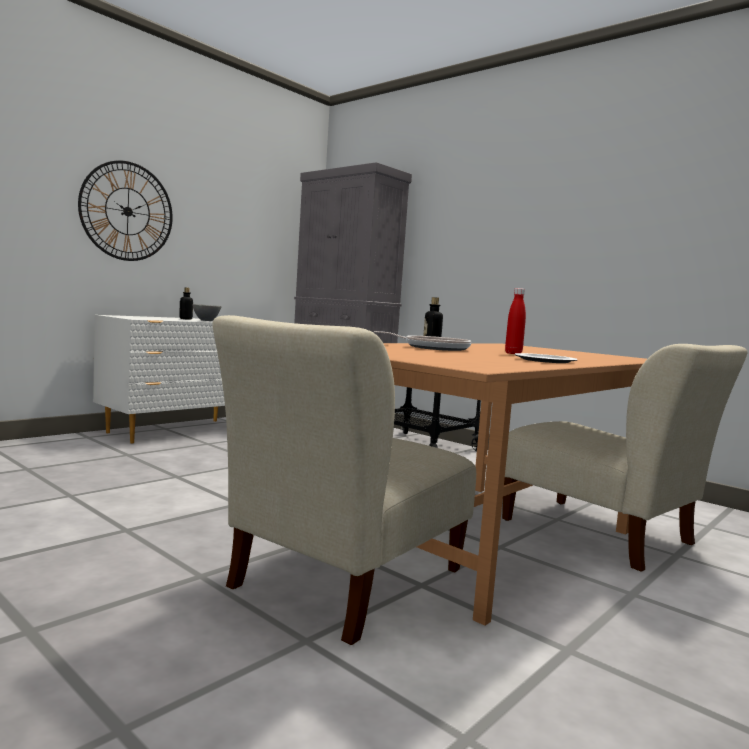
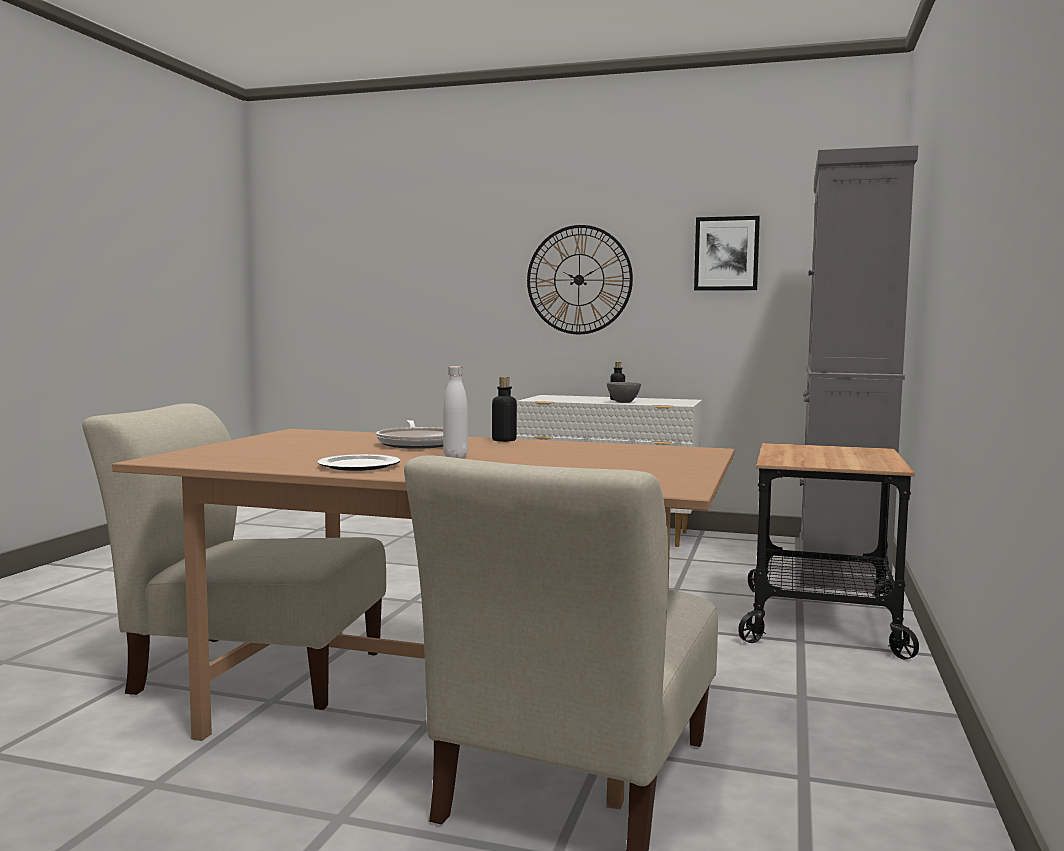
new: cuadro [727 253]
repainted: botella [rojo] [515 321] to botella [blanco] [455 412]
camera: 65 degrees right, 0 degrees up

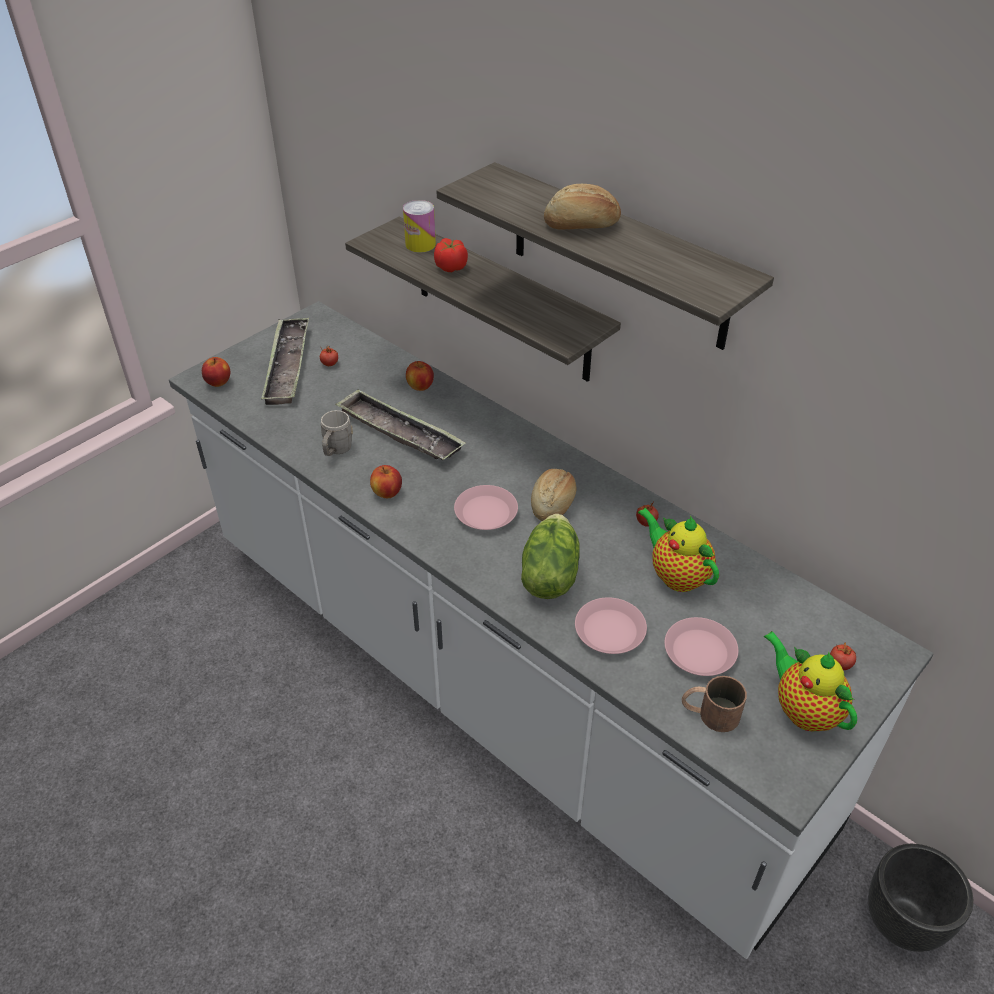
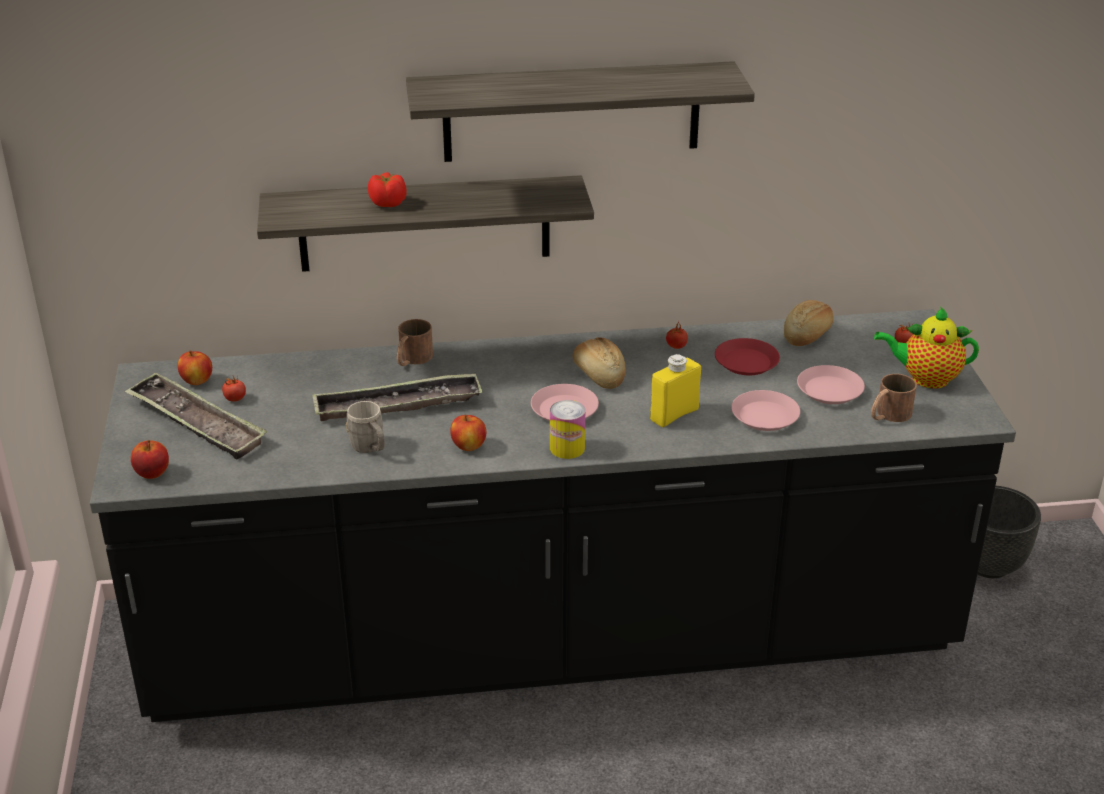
new: taza grande [marrón] [415 342]
shifted: manzana [420 376] to [195 367]; lata [419 226] to [567 429]; pan [582 207] to [809 323]
swapped: lechuga [550 556] to botella [amarillo] [675 390]; tetera [678 550] to plato [rojo] [747 356]
repainted: mueble bajo de cocina [blanco] [551 630] to mueble bajo de cocina [negro] [553 515]
camera: 50 degrees left, 10 degrees down

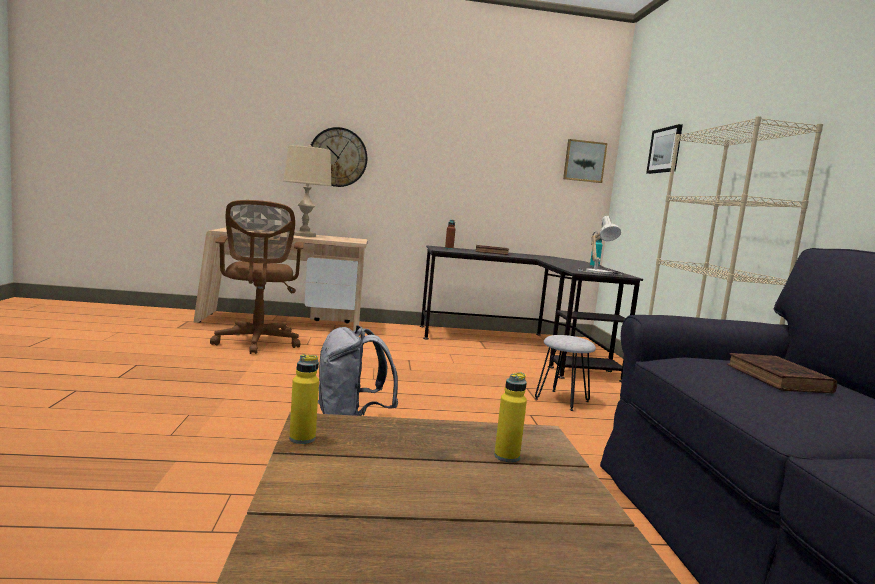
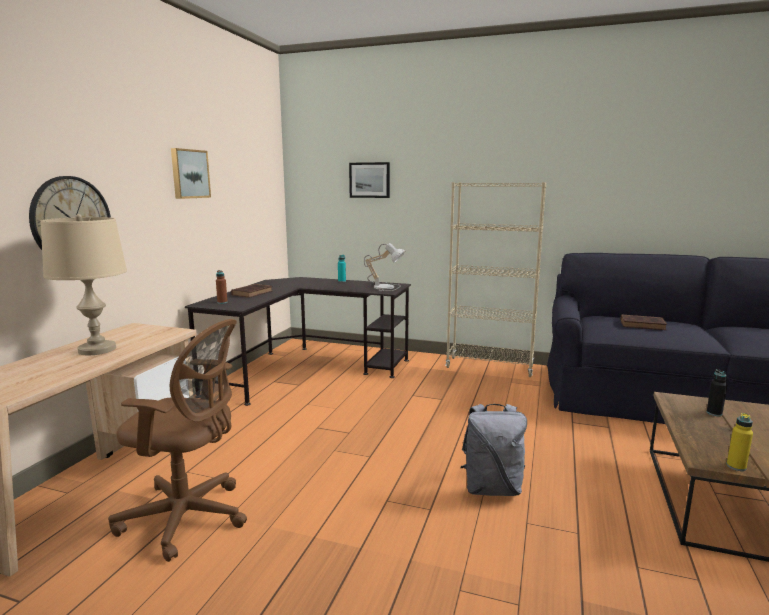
gone: taburete [gris] [565 373]
shifted: cuadro [585 161] to [191 173]
repainted: botella [amarillo] [510 417] to botella [negro] [717 392]
camera: 65 degrees left, 5 degrees up

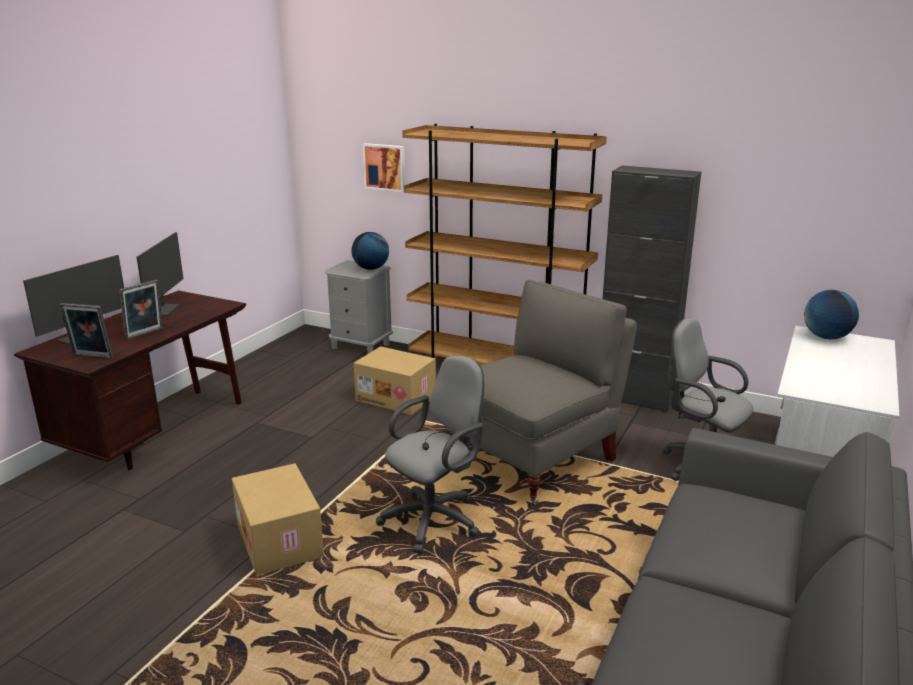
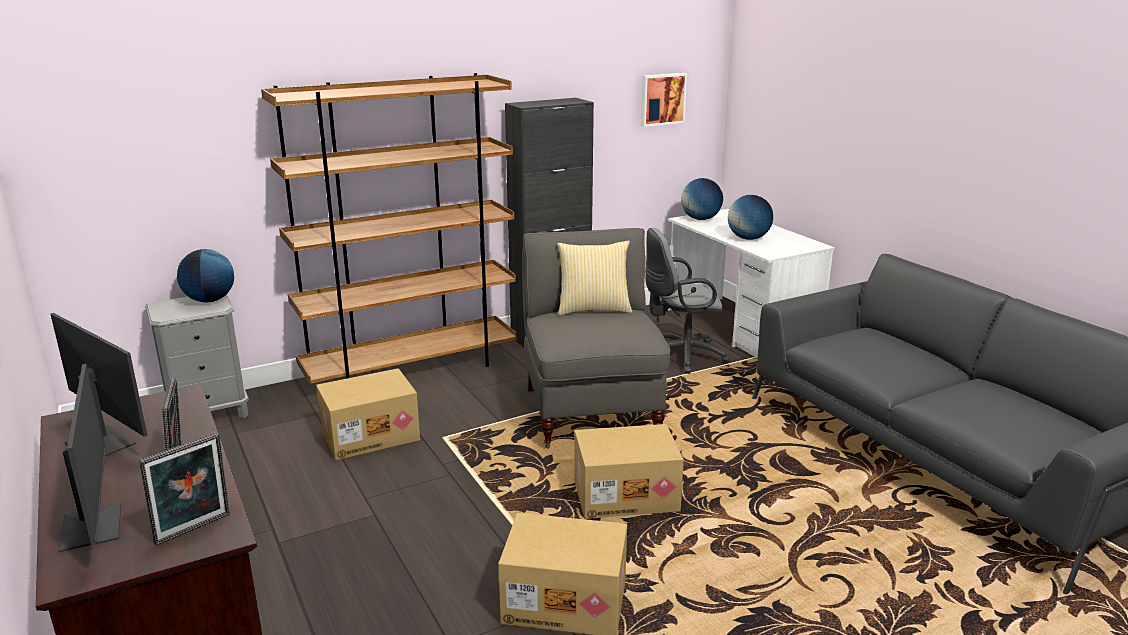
new: cojín [594 277]; globo terráqueo [750 217]
shifted: cuadro [384 167] to [664 100]
swapped: silla de oficina [gris] [430 455] to caja de cartón [629 471]
camera: 55 degrees left, 0 degrees up

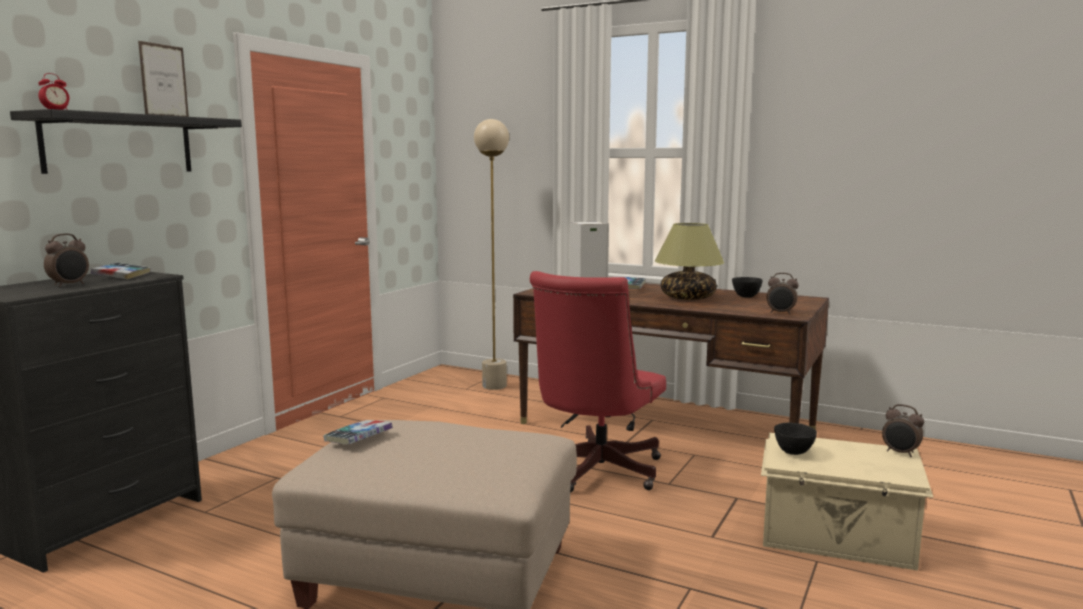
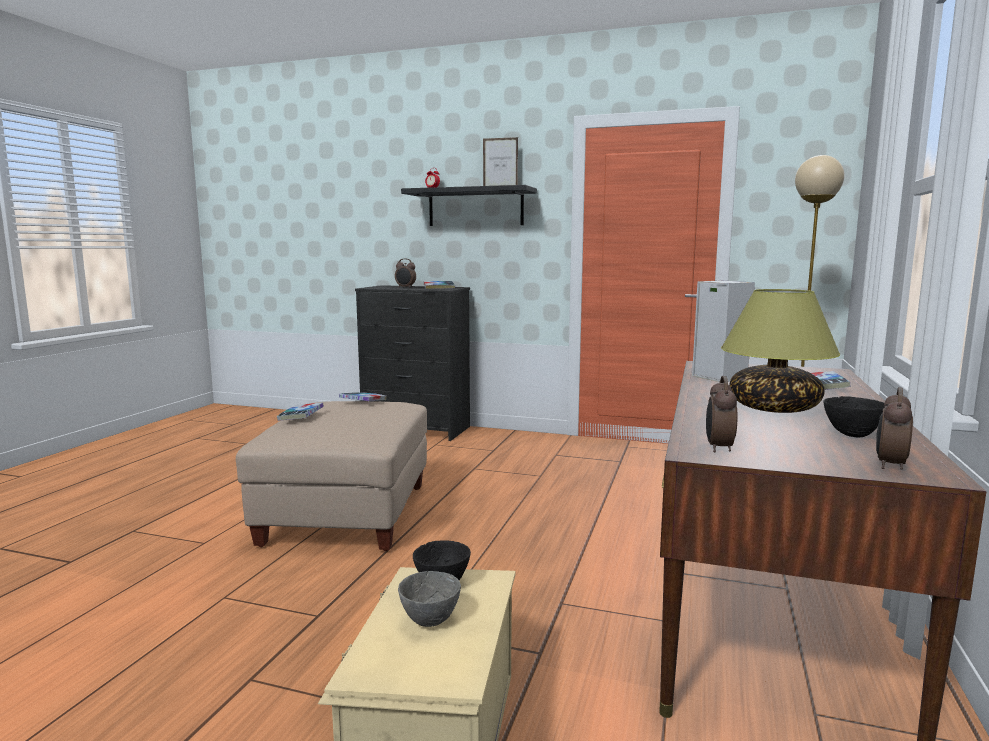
gone: silla de oficina [rojo] [598 382]
new: libro [300 412]; cuenco [gris] [429 599]
shifted: despertador [903 430] to [894 428]
camera: 80 degrees right, 0 degrees up

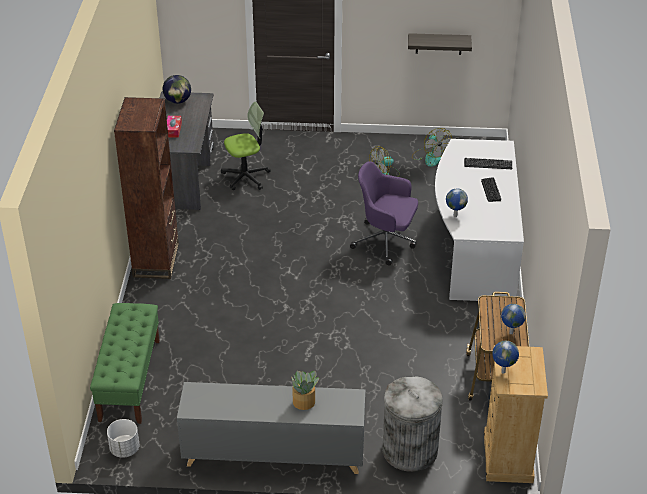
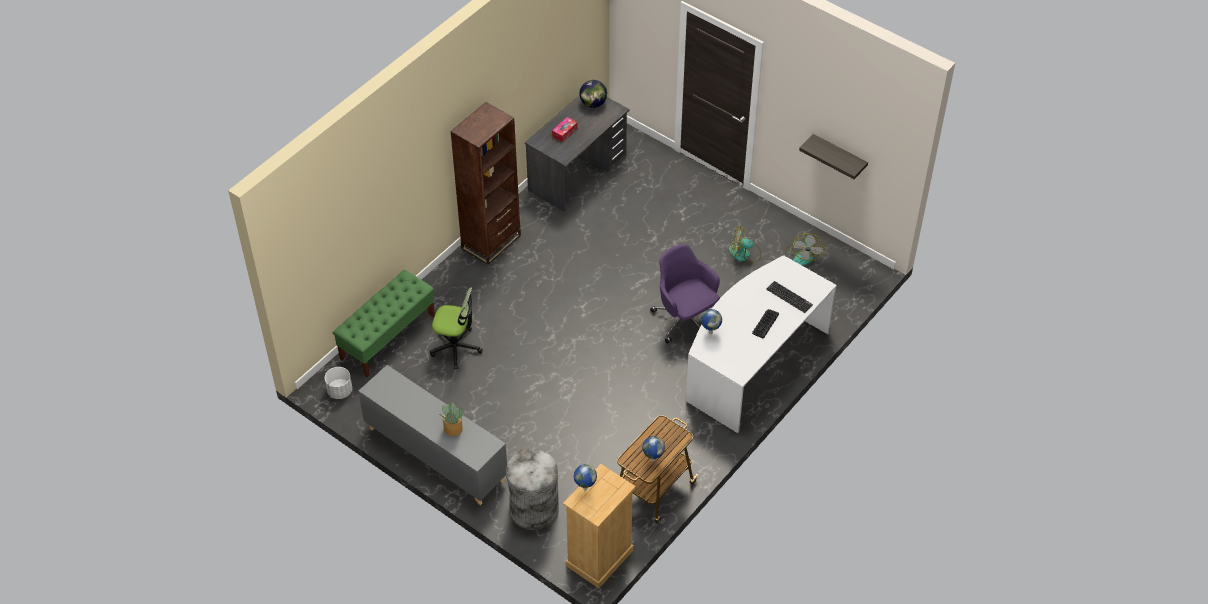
shifted: silla de oficina [245 145] to [456 328]
camera: 35 degrees right, 10 degrees up

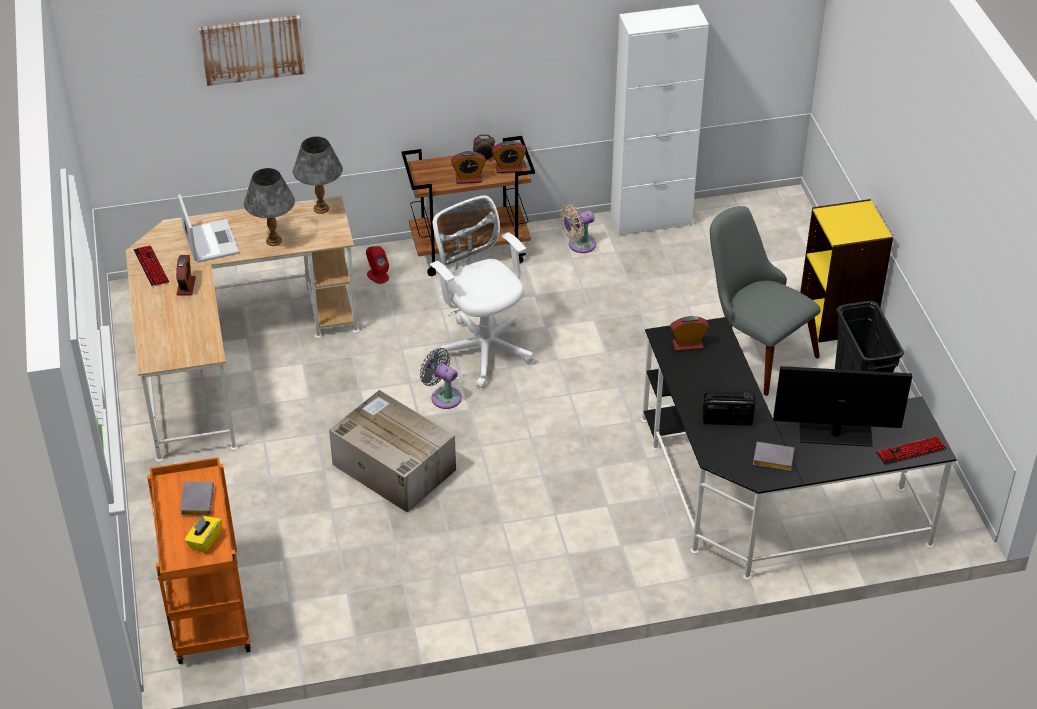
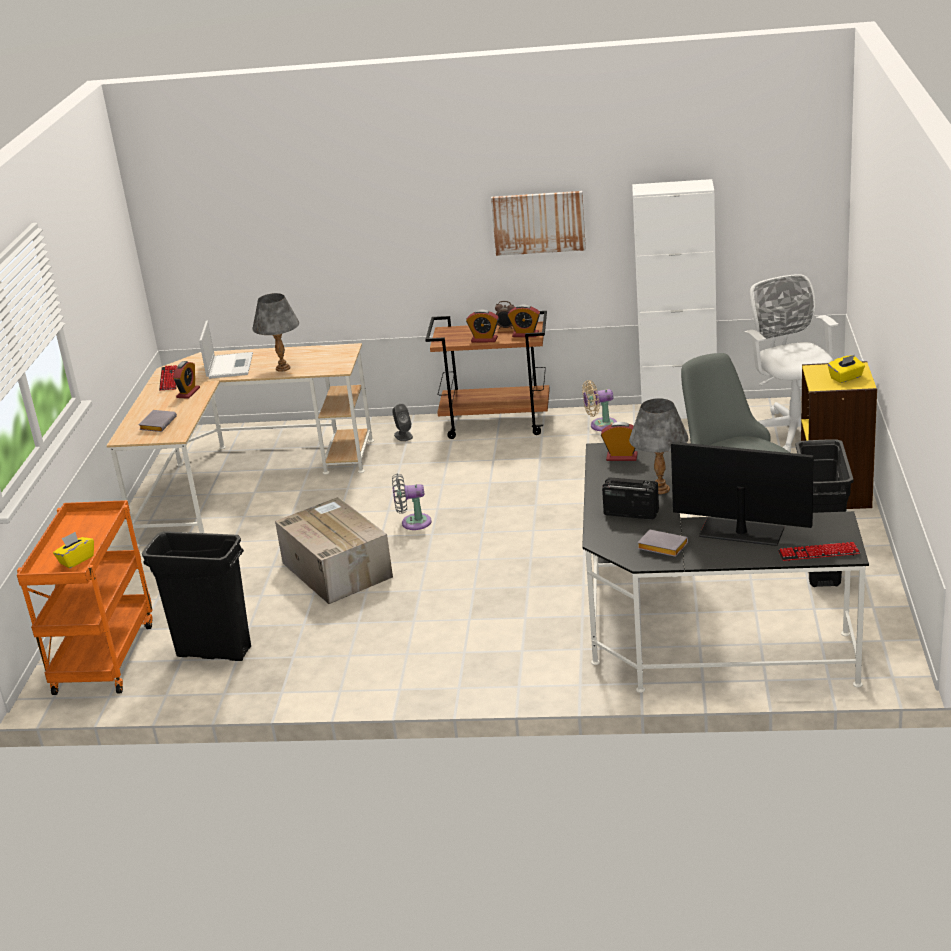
new: papelera [negro] [196 596]; caja de pañuelos [amarillo] [846 369]
shifted: libro [gris] [197 498] to [158 421]; cuadro [252 50] to [538 223]; lámpara de mesa [gris] [318 175] to [658 446]; silla de oficina [blanco] [481 291] to [791 363]
repainted: altavoz [rojo] [377 265] to altavoz [gris] [402 422]
rotated: ventilador [gris] [441 378] = [412 501] 60 degrees counterclockwise
camera: 20 degrees right, 15 degrees down

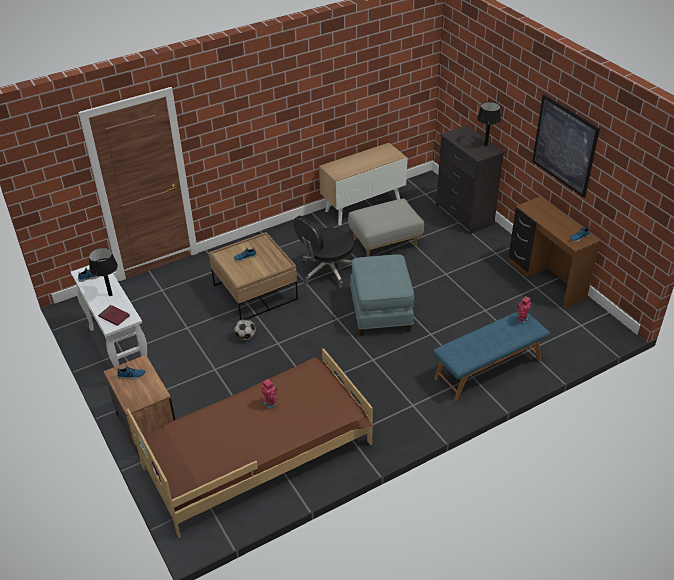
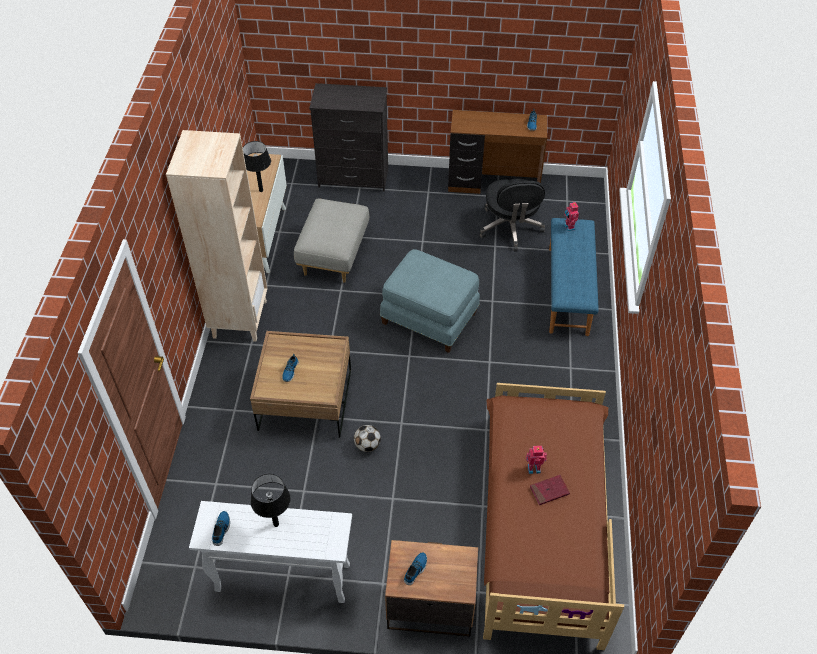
gone: cuadro [566 146]
new: estantería [beis] [217 236]
shifted: lámpara de mesa [negro] [489 124] to [257 166]; silla de oficina [negro] [324 252] to [512 215]; libro [rojo] [114 315] to [550 490]
camera: 55 degrees left, 10 degrees up

